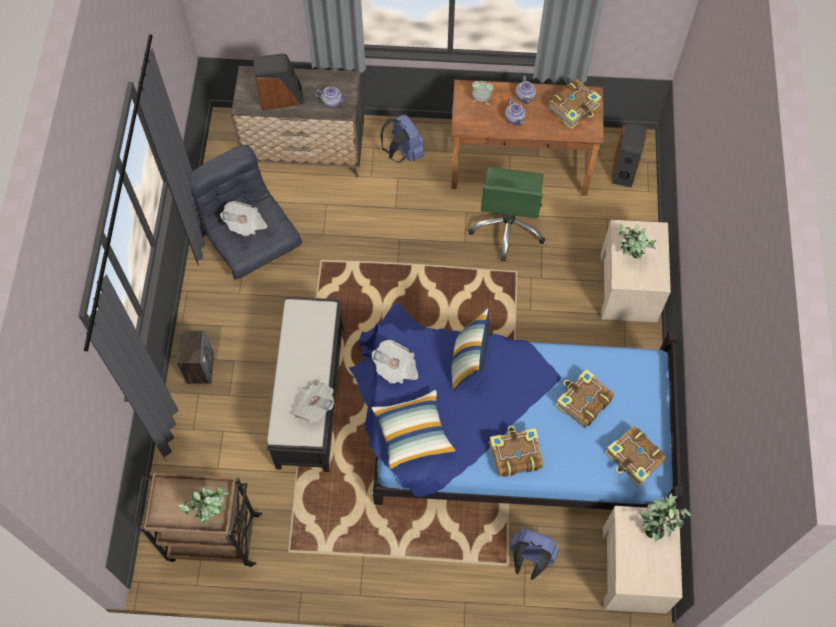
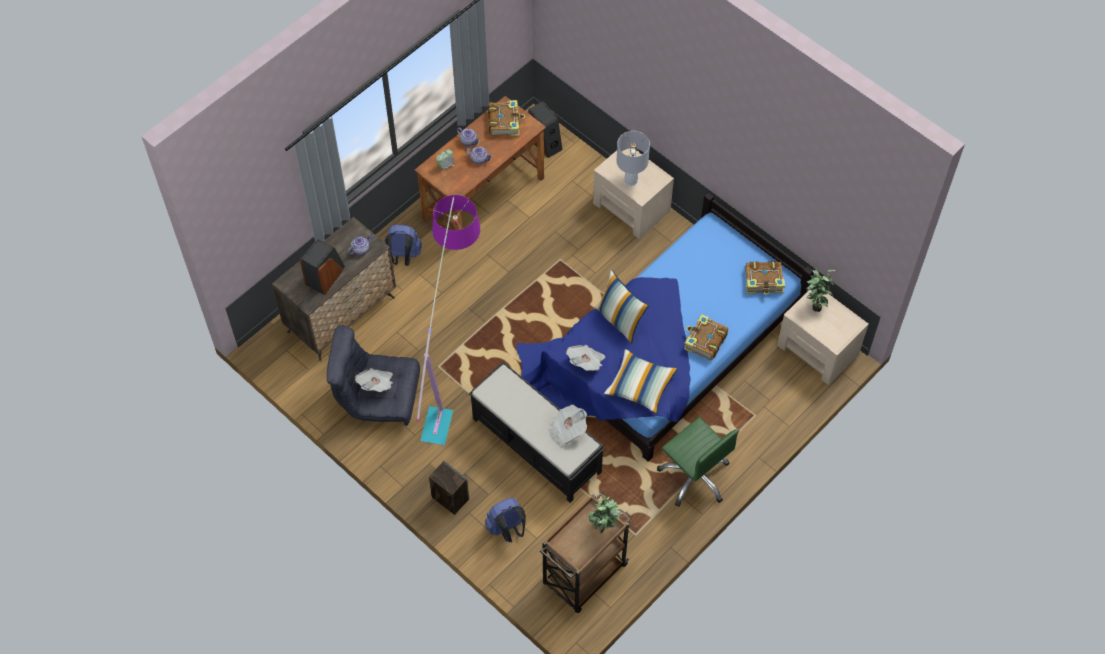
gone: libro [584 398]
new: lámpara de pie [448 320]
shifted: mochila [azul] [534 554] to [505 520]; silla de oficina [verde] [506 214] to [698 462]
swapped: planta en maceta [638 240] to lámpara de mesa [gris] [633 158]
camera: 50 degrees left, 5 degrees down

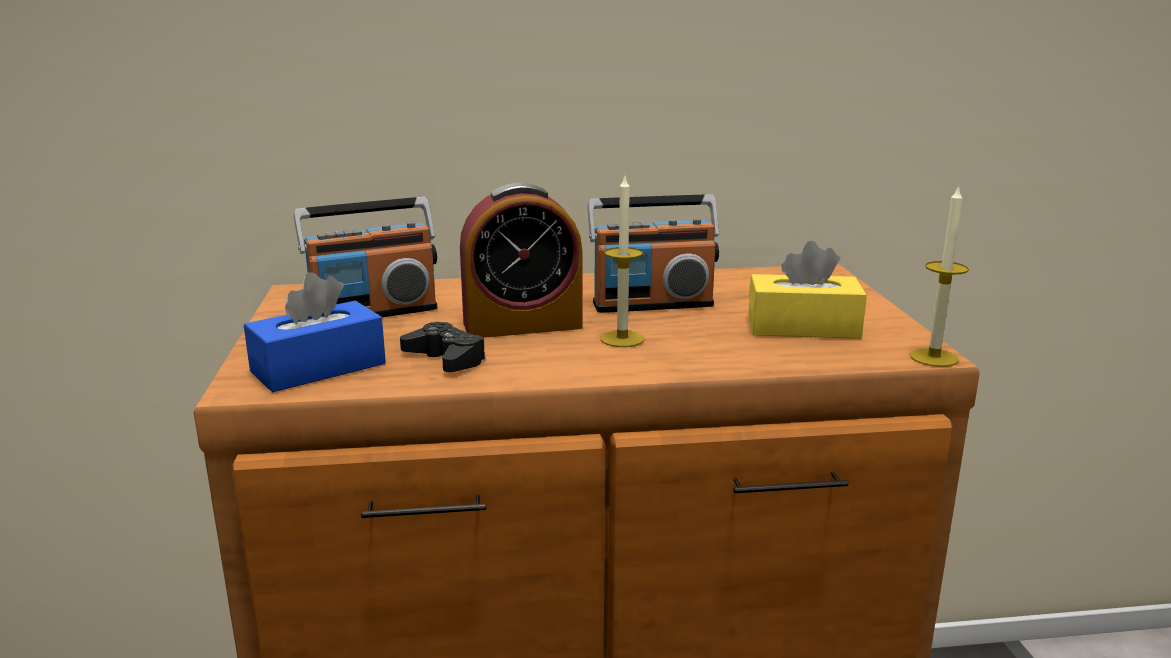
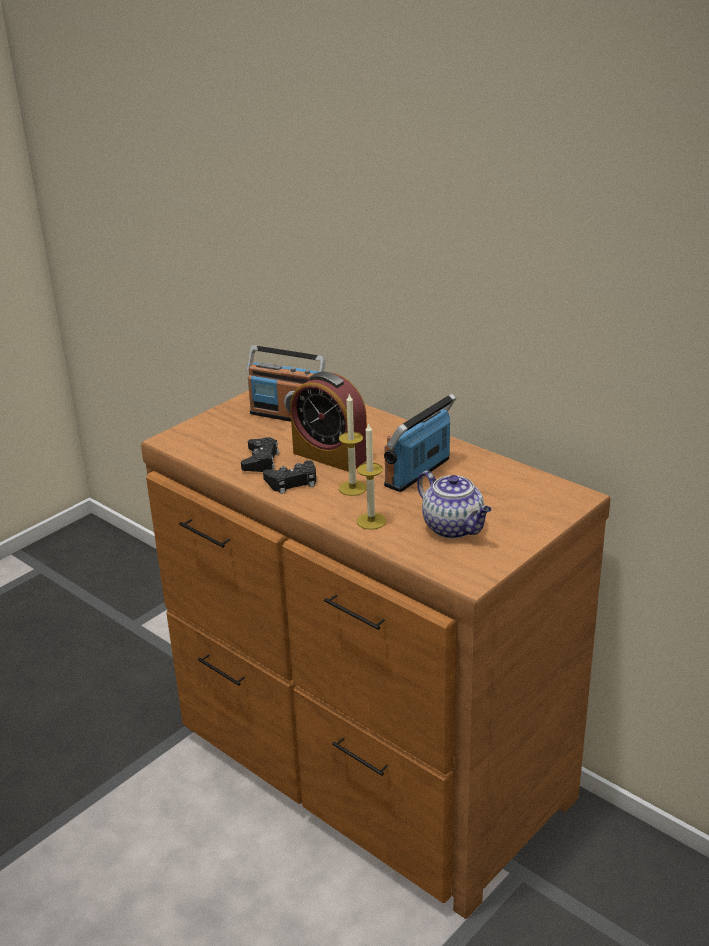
gone: caja de pañuelos [azul] [315 332]
new: mando de consola [negro] [289 477]
shifted: vela [939 276] to [371 477]
swapped: caja de pañuelos [amarillo] [807 290] to tetera [454 505]
rotated: radio [653 254] = [420 443] 90 degrees clockwise
camera: 50 degrees right, 10 degrees up

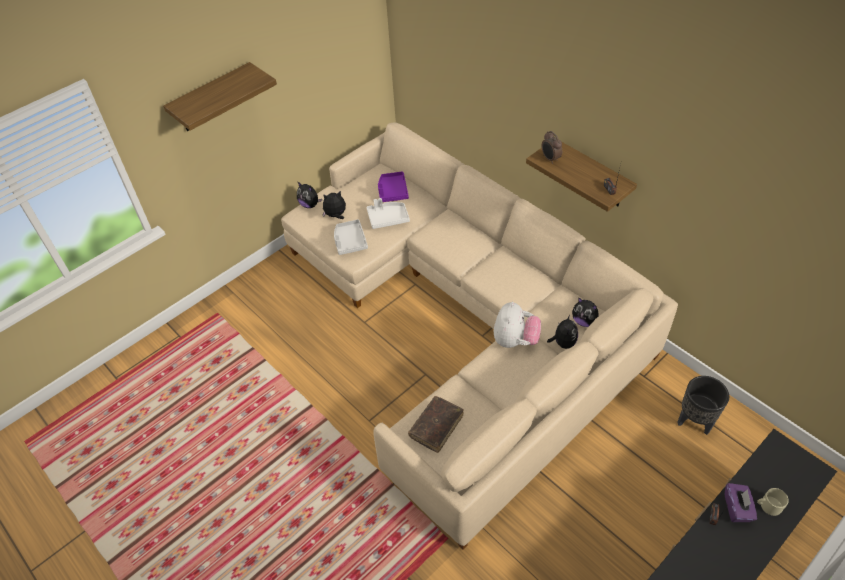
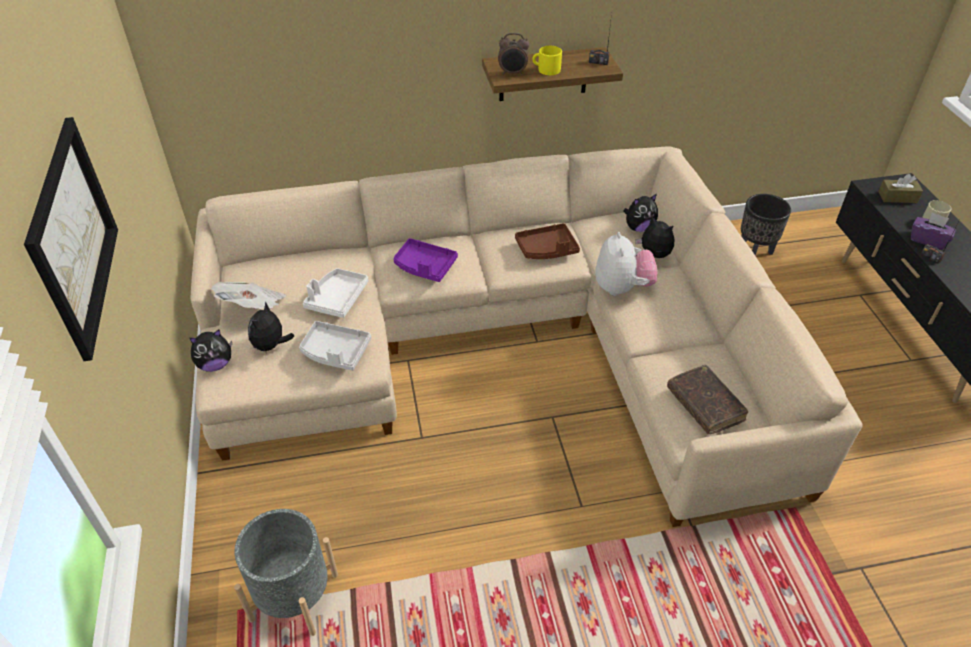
new: periódico [249 295]; maceta [gris] [286 572]; bandeja [marrón] [547 241]; taza grande [amarillo] [547 60]; caja de pañuelos [marrón] [900 188]
shifted: bandeja [morado] [393 186] to [425 260]
swapped: estante [220 96] to cuadro [71 239]
rotated: peluche [517 325] = [626 264] 45 degrees clockwise
camera: 60 degrees left, 5 degrees down

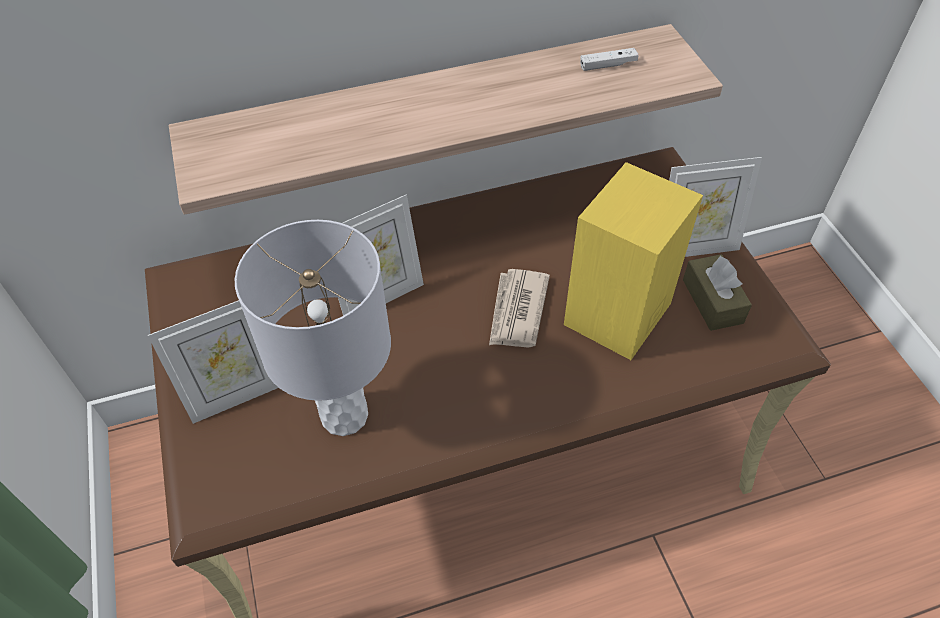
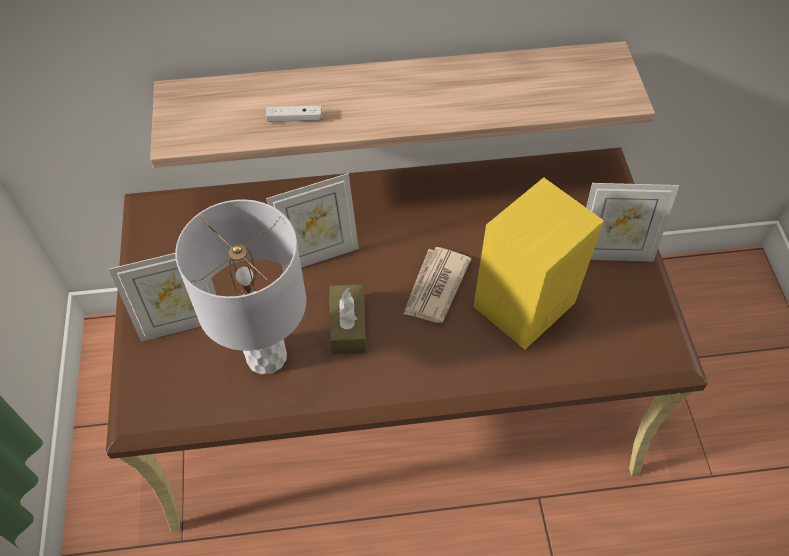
shifted: mando de consola [blanco] [609 59] to [294 113]; caja de pañuelos [marrón] [717 292] to [347 319]
camera: 10 degrees right, 5 degrees up

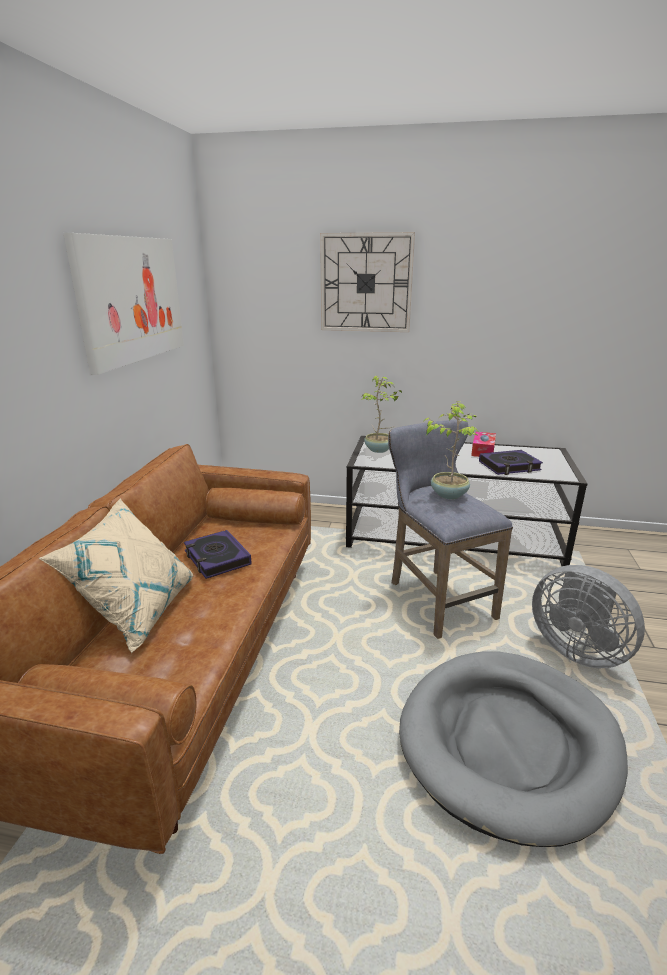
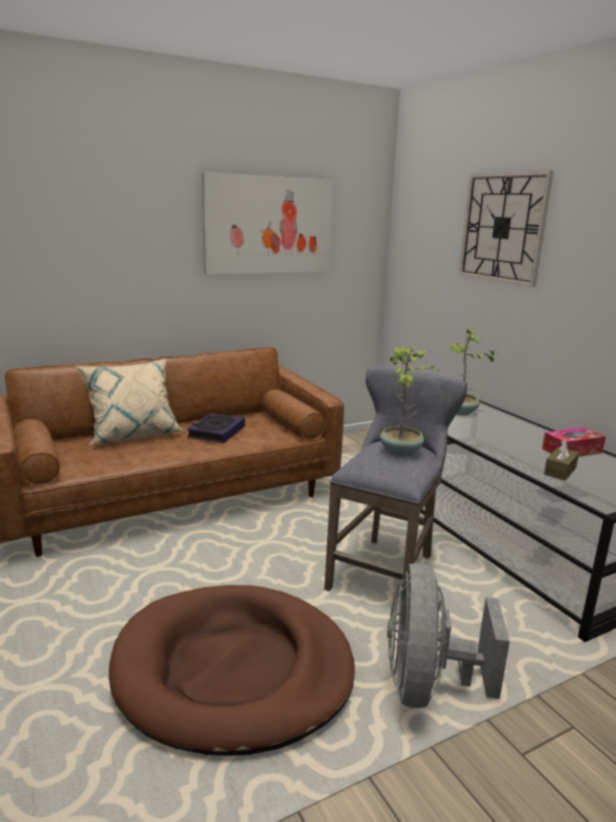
swapped: libro [511 462] to caja de pañuelos [marrón] [561 460]
repainted: cama para perro [gris] [513 749] to cama para perro [marrón] [232 670]
camera: 50 degrees right, 5 degrees down

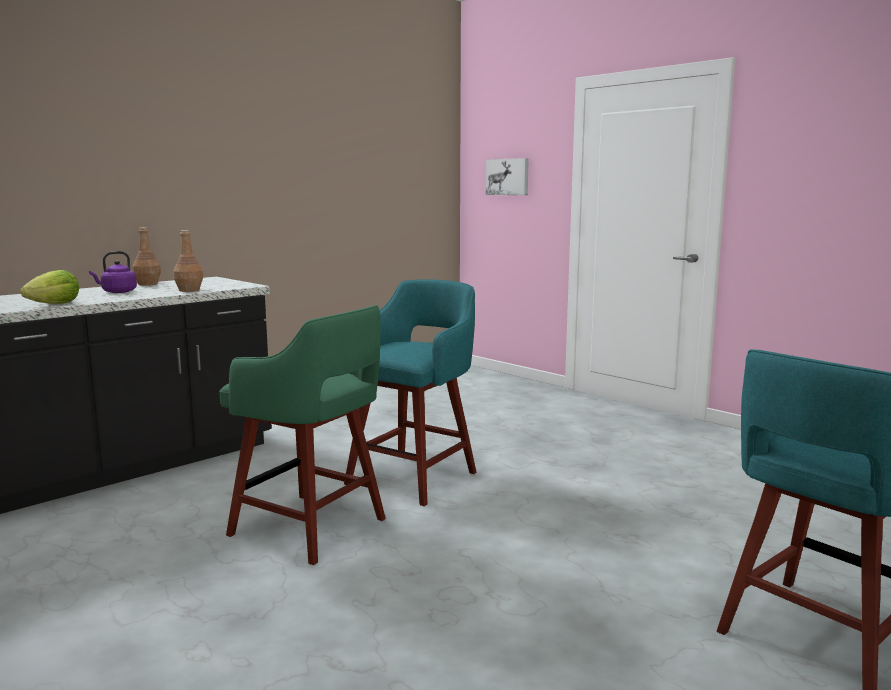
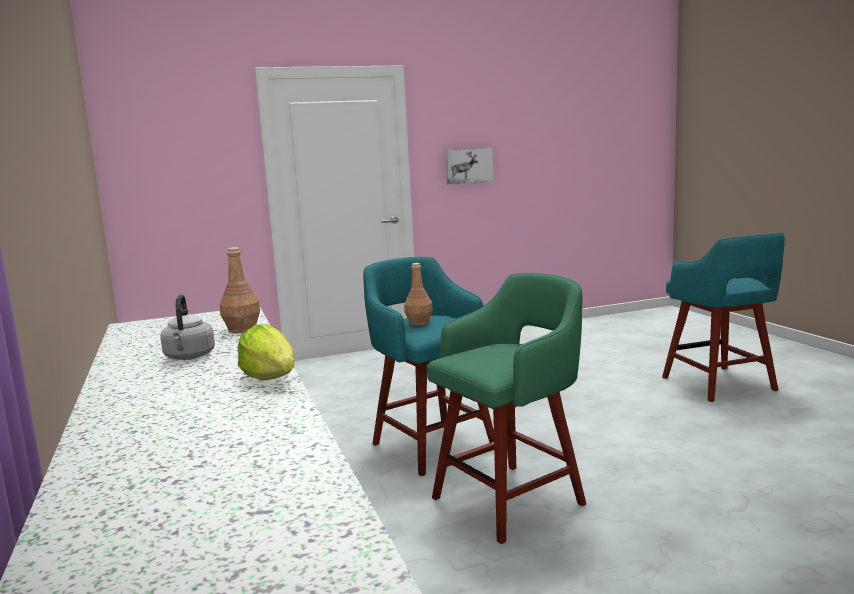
shifted: botella [marrón] [146 256] to [418 294]; cuadro [507 176] to [469 166]
repainted: hervidor [morado] [113 272] to hervidor [gris] [187 327]
camera: 65 degrees left, 0 degrees up

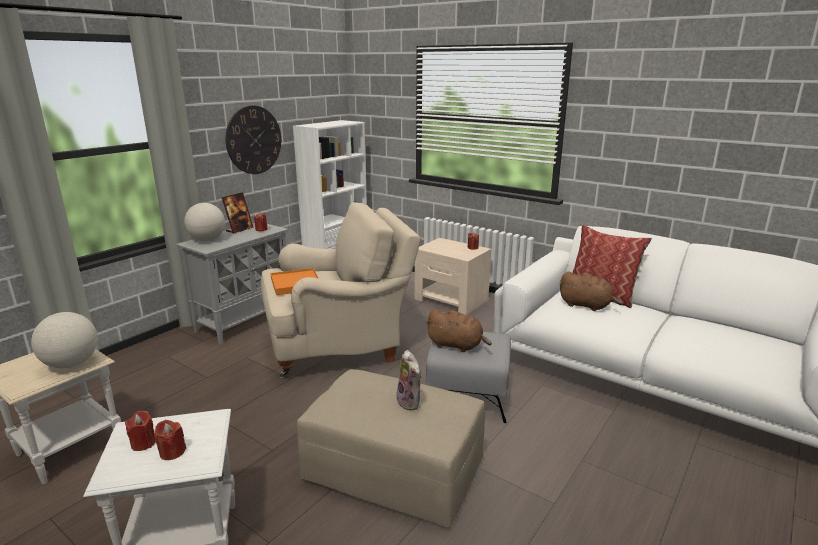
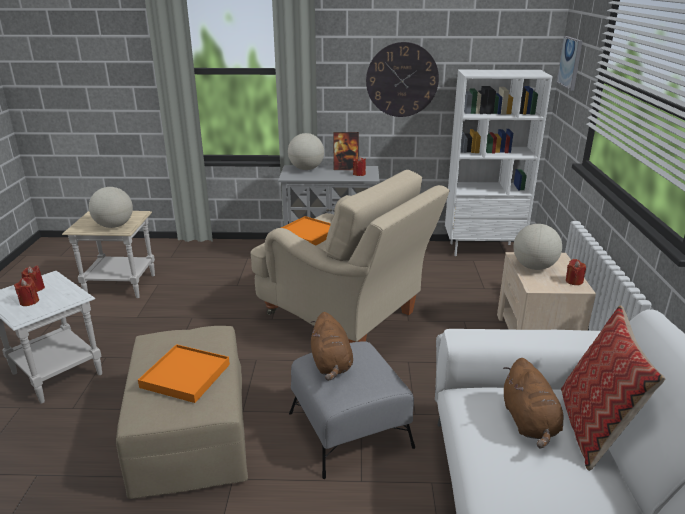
new: globo terráqueo [537 247]; cuadro [569 63]
swapped: peluche [409 380] to bandeja [naranja] [184 373]
camera: 55 degrees right, 5 degrees up

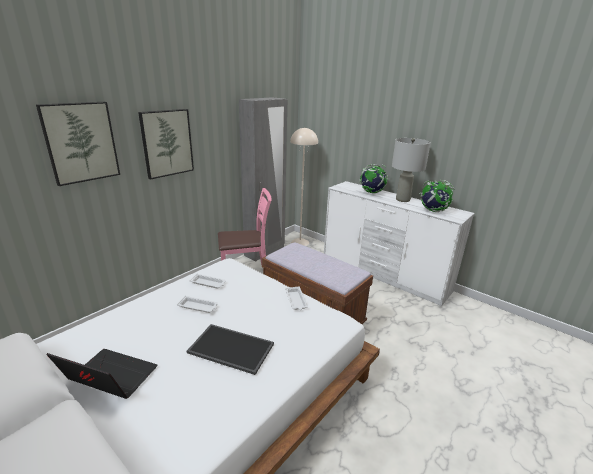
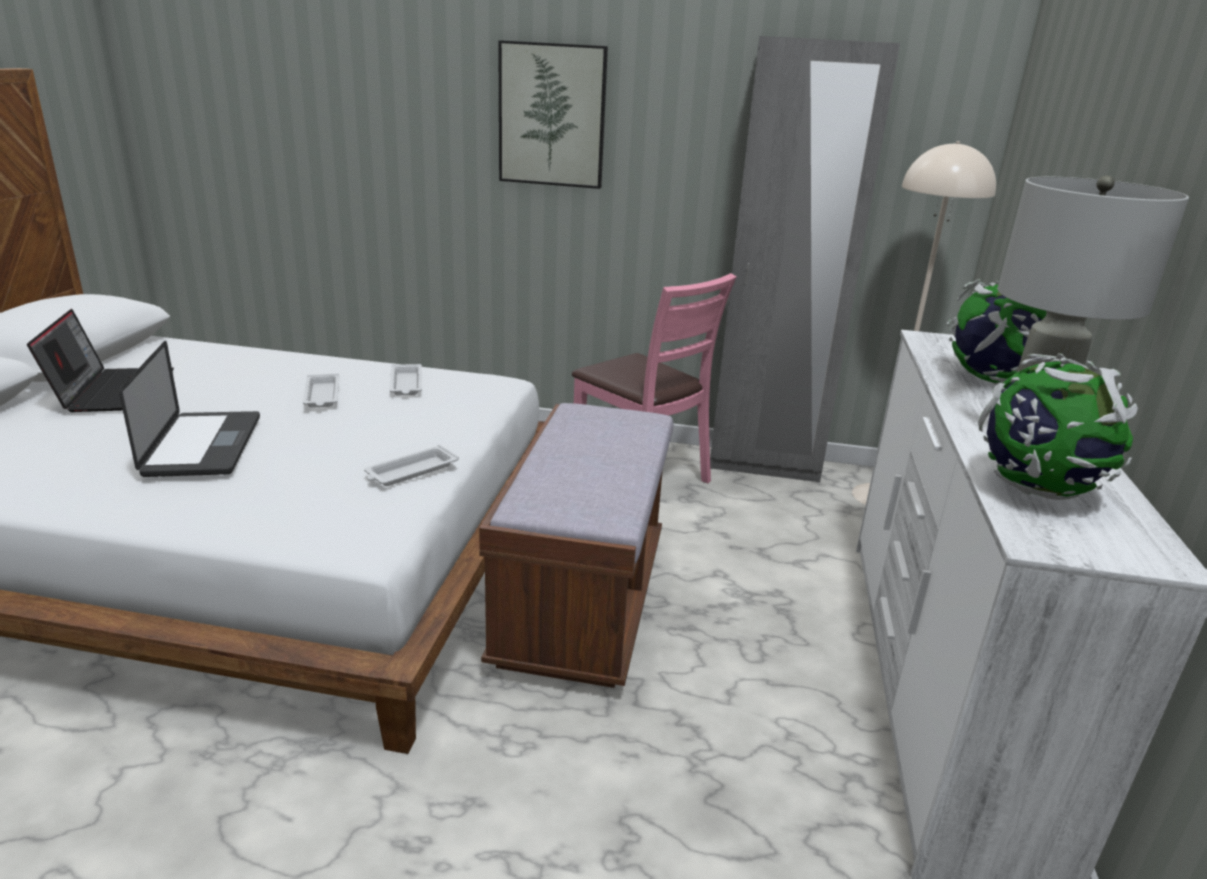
gone: cuadro [78 144]
swapped: bandeja [230 349] to portátil [189 409]
camera: 60 degrees right, 0 degrees up

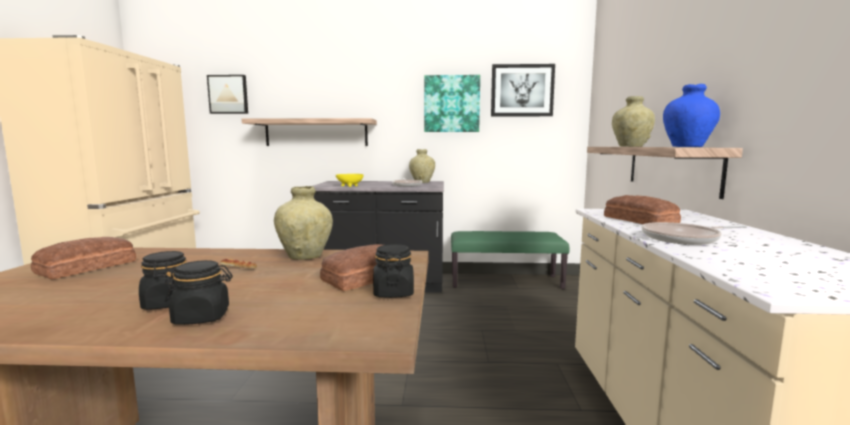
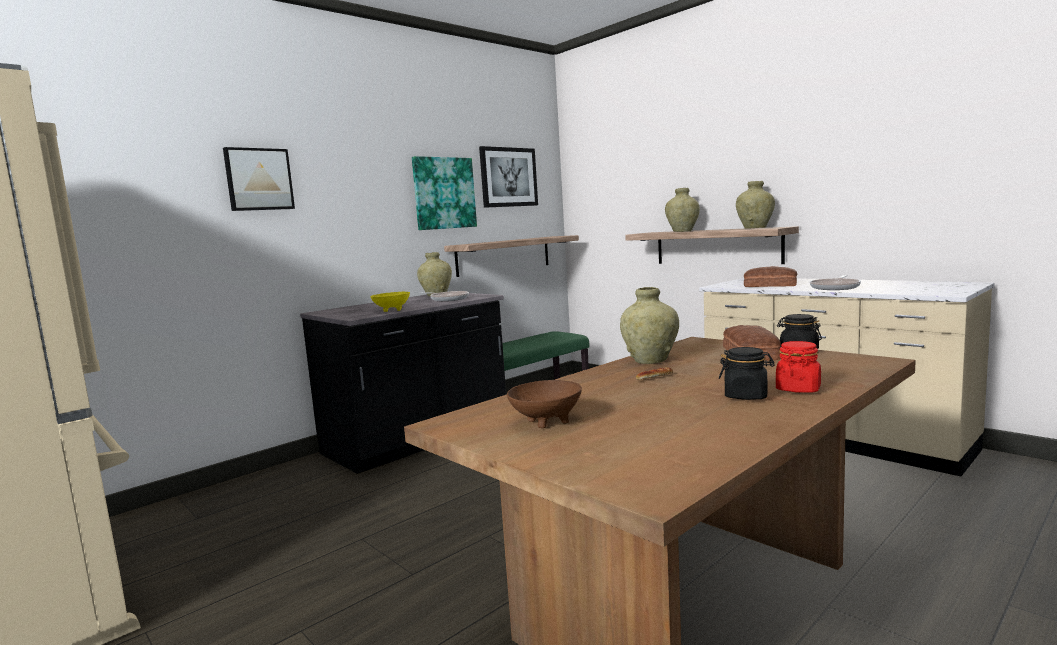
shifted: cuadro [227 94] to [259 179]; estante [309 132] to [511 256]
swapped: pan [83 258] to cuenco [marrón] [544 404]
repainted: florero [azul] [691 115] to florero [beis] [755 205]; tarro [negro] [199 292] to tarro [rojo] [798 367]
camera: 45 degrees left, 0 degrees up

